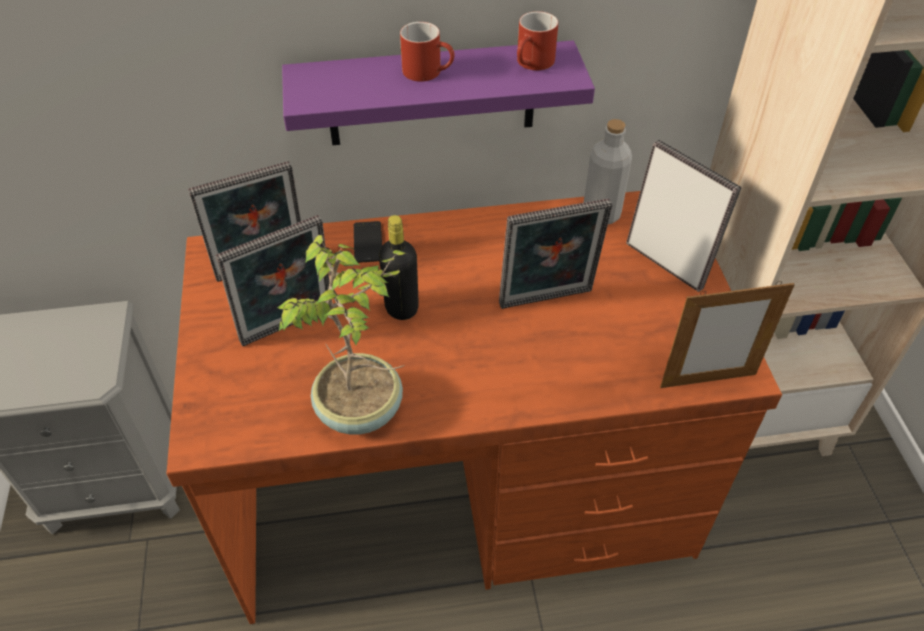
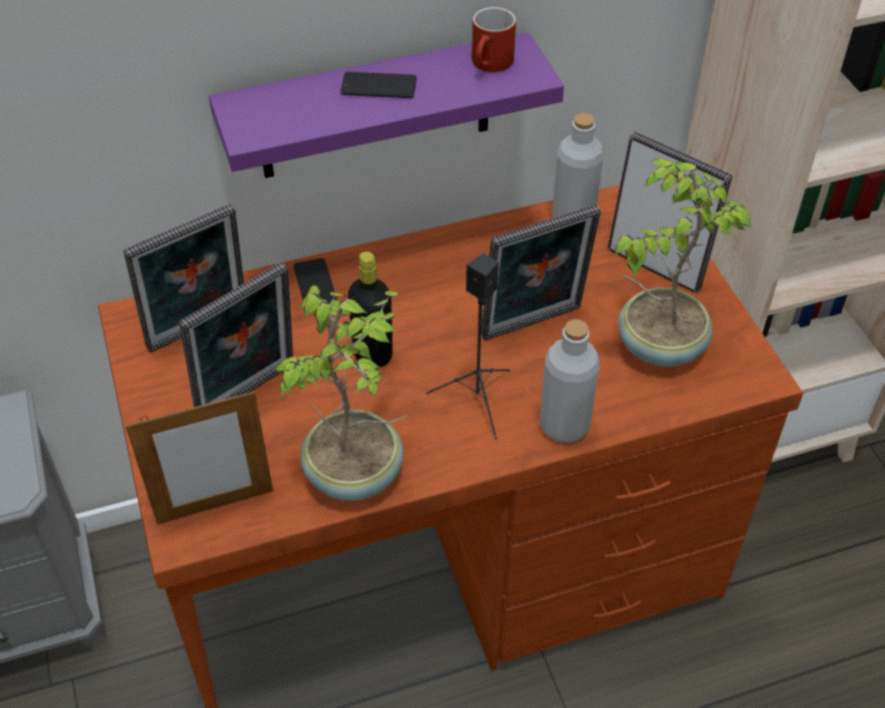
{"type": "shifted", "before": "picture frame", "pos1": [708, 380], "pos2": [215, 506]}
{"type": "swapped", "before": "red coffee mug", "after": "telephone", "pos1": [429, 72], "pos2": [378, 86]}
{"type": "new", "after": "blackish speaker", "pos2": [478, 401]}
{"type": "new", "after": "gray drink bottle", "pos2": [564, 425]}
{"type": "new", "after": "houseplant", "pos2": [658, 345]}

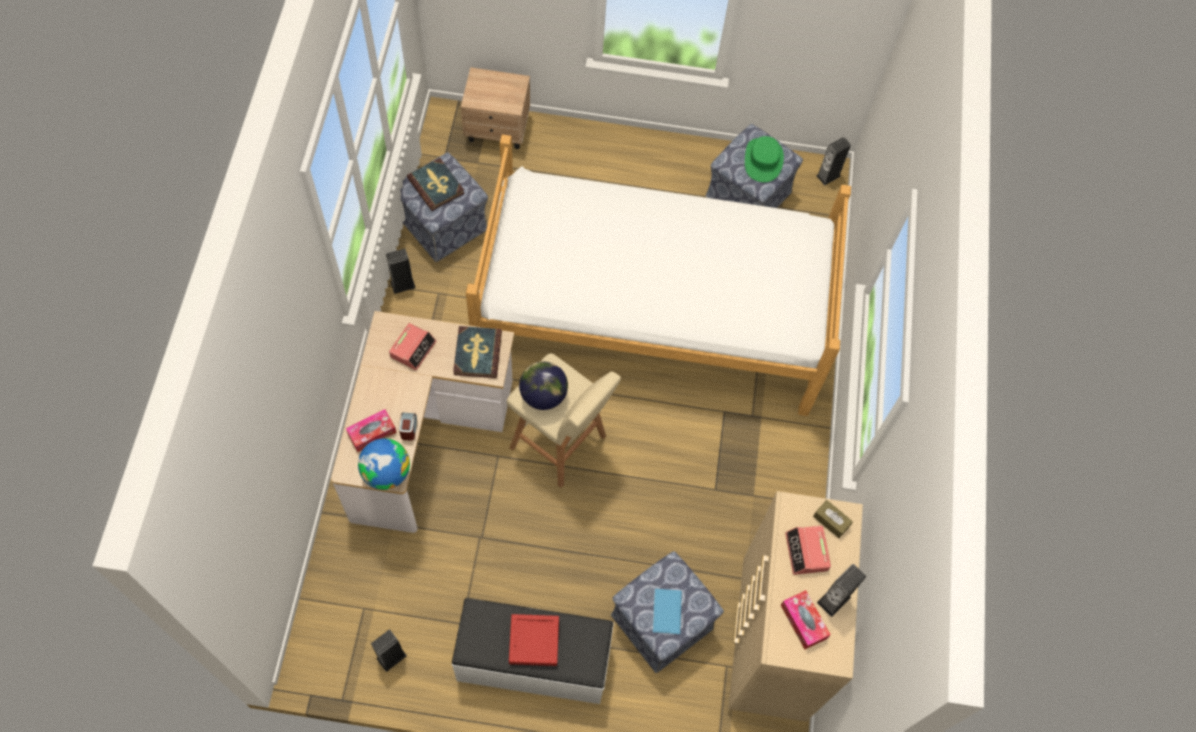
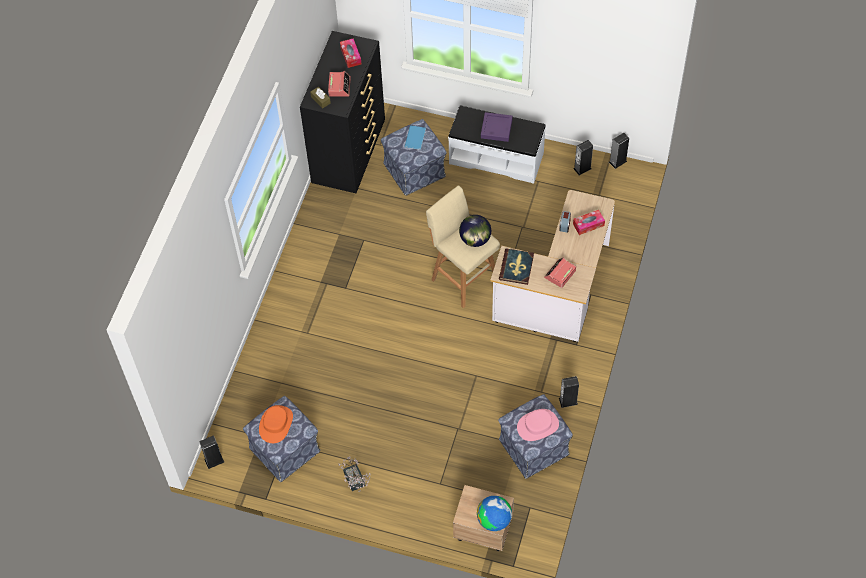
{"type": "repainted", "before": "greenish clothing hat", "after": "orange-coloured clothing hat", "pos1": [763, 160], "pos2": [276, 424]}
{"type": "repainted", "before": "sand-coloured chest of drawers", "after": "blackish chest of drawers", "pos1": [770, 641], "pos2": [350, 154]}
{"type": "new", "after": "houseplant", "pos2": [355, 482]}
{"type": "shifted", "before": "globe", "pos1": [386, 473], "pos2": [494, 520]}
{"type": "repainted", "before": "red tray", "after": "purplish tray", "pos1": [534, 641], "pos2": [496, 129]}
{"type": "swapped", "before": "bound book", "after": "pinkish clothing hat", "pos1": [436, 186], "pos2": [538, 426]}
{"type": "shifted", "before": "speaker", "pos1": [834, 599], "pos2": [617, 161]}
{"type": "gone", "before": "sleeping bed", "pos1": [651, 314]}

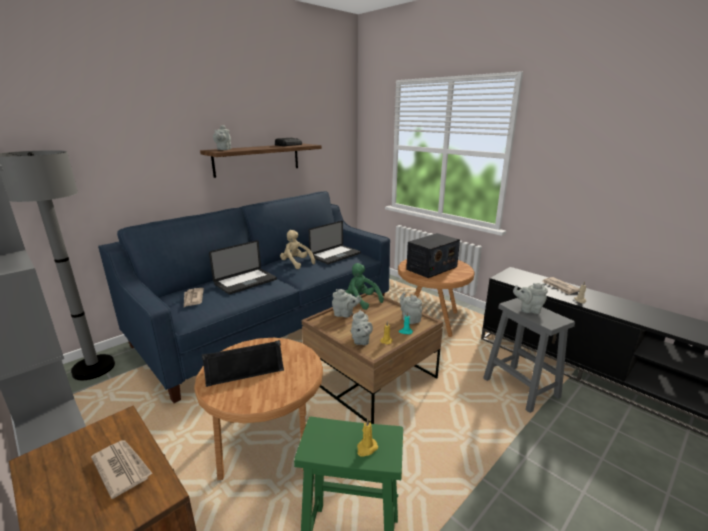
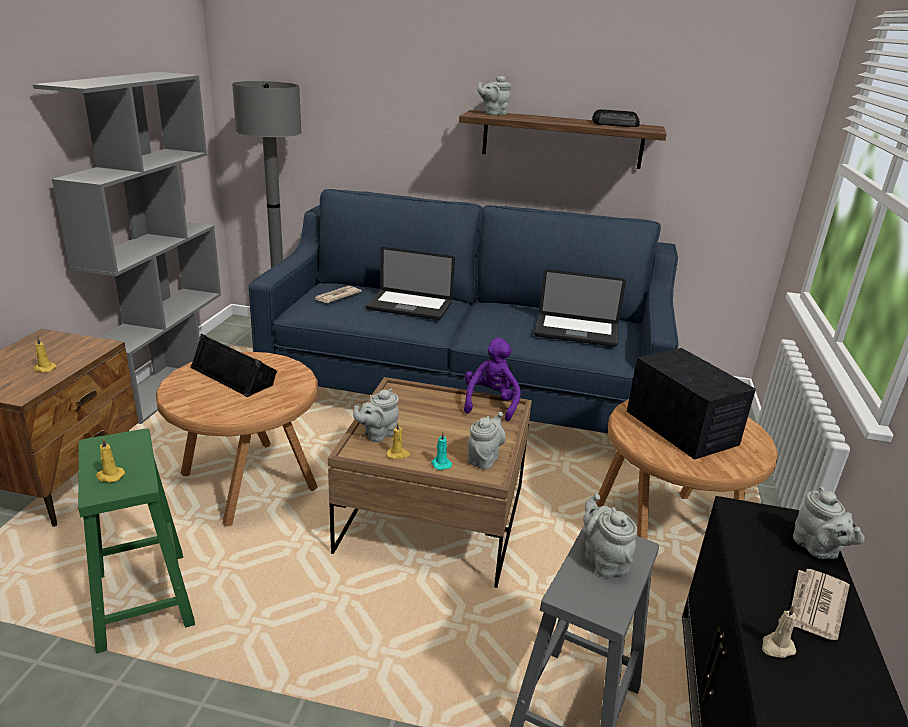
{"type": "swapped", "before": "newspaper", "after": "yellow wax light", "pos1": [122, 468], "pos2": [44, 369]}
{"type": "repainted", "before": "greenish cuddly toy", "after": "purplish cuddly toy", "pos1": [361, 301], "pos2": [490, 403]}
{"type": "rotated", "before": "radio set", "pos1": [431, 268], "pos2": [682, 428], "turn": -135}
{"type": "shifted", "before": "gray tea pot", "pos1": [345, 314], "pos2": [818, 549]}
{"type": "gone", "before": "sand-coloured cuddly toy", "pos1": [296, 263]}

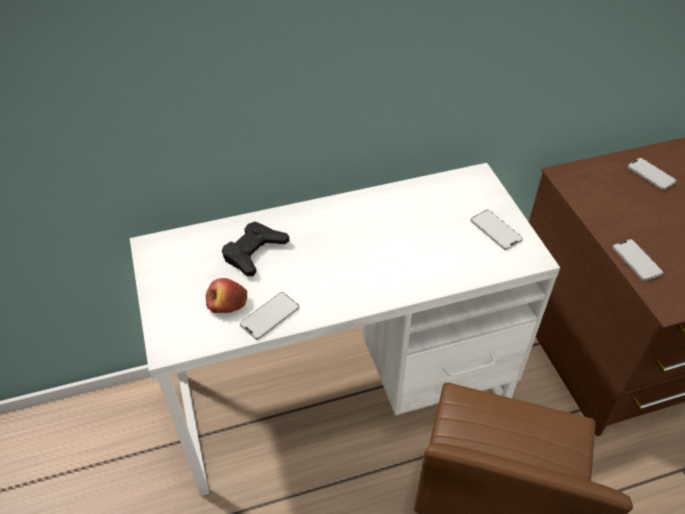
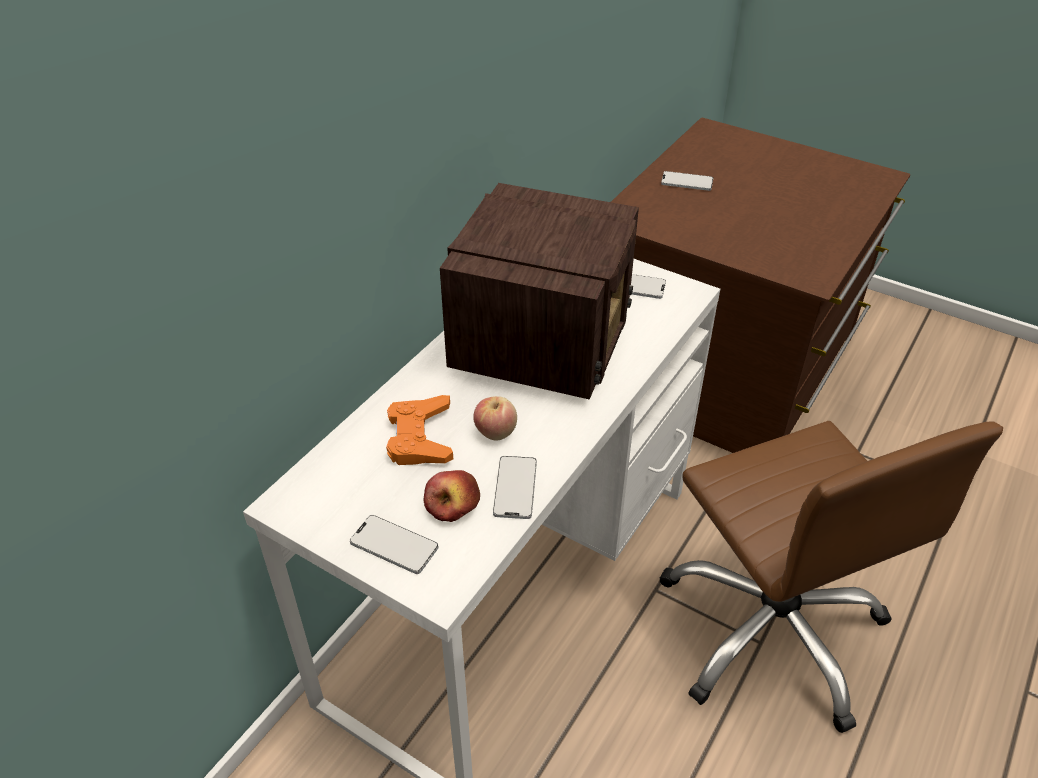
{"type": "shifted", "before": "telephone", "pos1": [636, 260], "pos2": [394, 545]}
{"type": "repainted", "before": "blackish joypad", "after": "orange-coloured joypad", "pos1": [254, 252], "pos2": [420, 437]}
{"type": "new", "after": "radio set", "pos2": [543, 341]}
{"type": "new", "after": "whole apple", "pos2": [495, 431]}

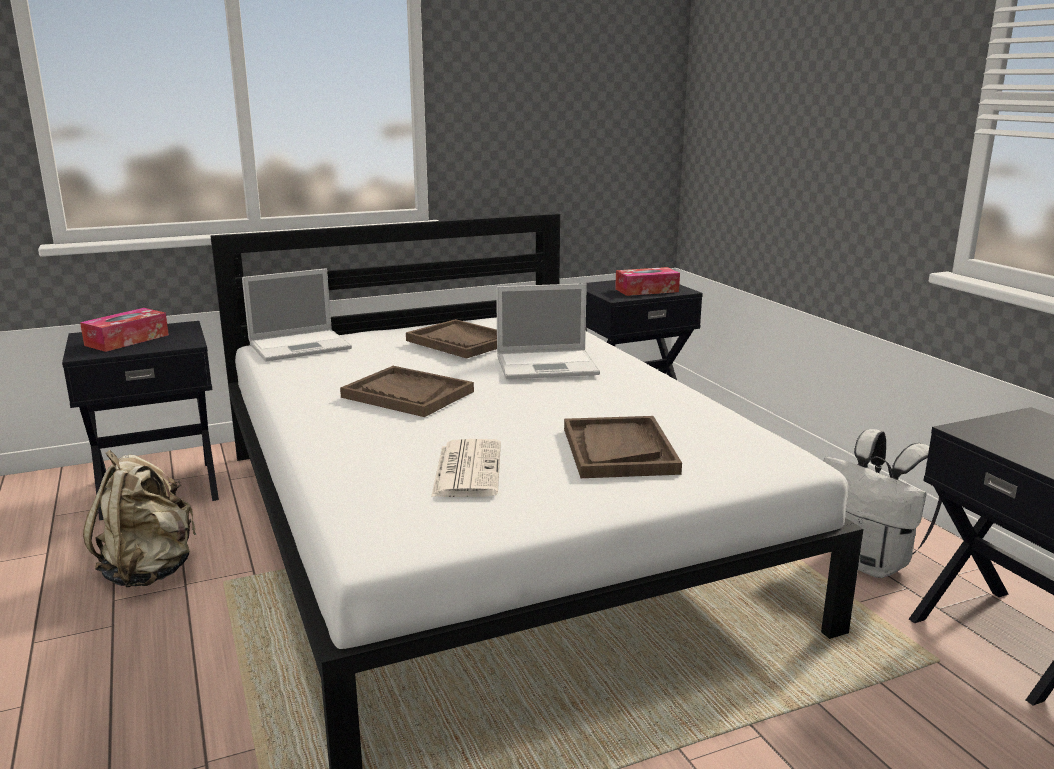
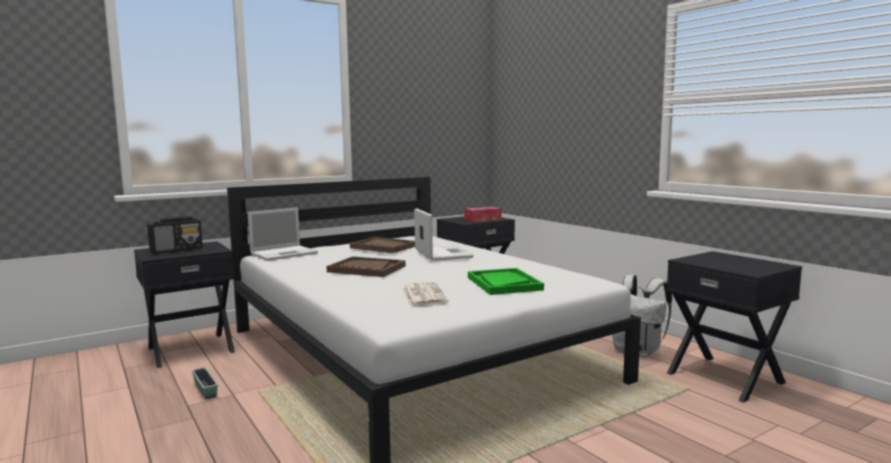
{"type": "swapped", "before": "tissue box", "after": "radio set", "pos1": [127, 340], "pos2": [177, 250]}
{"type": "swapped", "before": "sand-coloured knapsack", "after": "flower pot", "pos1": [150, 571], "pos2": [205, 389]}
{"type": "rotated", "before": "notebook computer", "pos1": [549, 365], "pos2": [442, 254], "turn": -90}
{"type": "repainted", "before": "brown tray", "after": "greenish tray", "pos1": [618, 450], "pos2": [503, 283]}

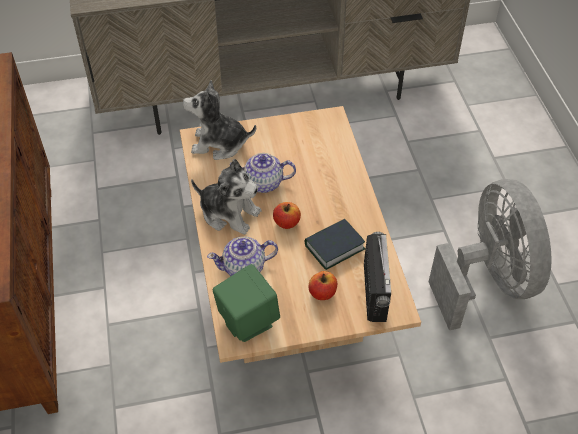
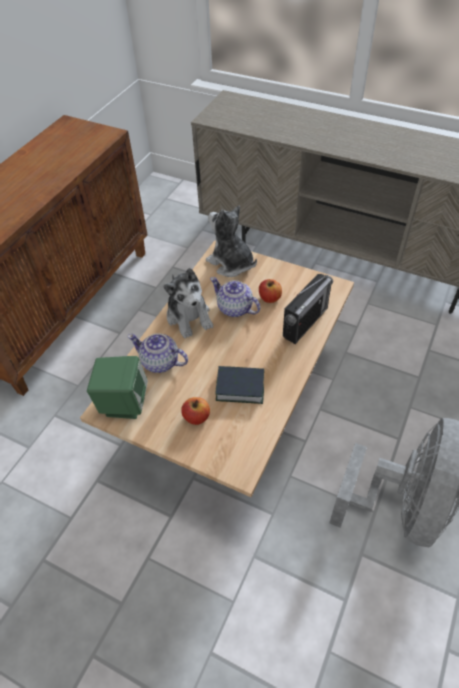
{"type": "shifted", "before": "whole apple", "pos1": [286, 222], "pos2": [269, 298]}
{"type": "shifted", "before": "radio set", "pos1": [374, 292], "pos2": [305, 322]}

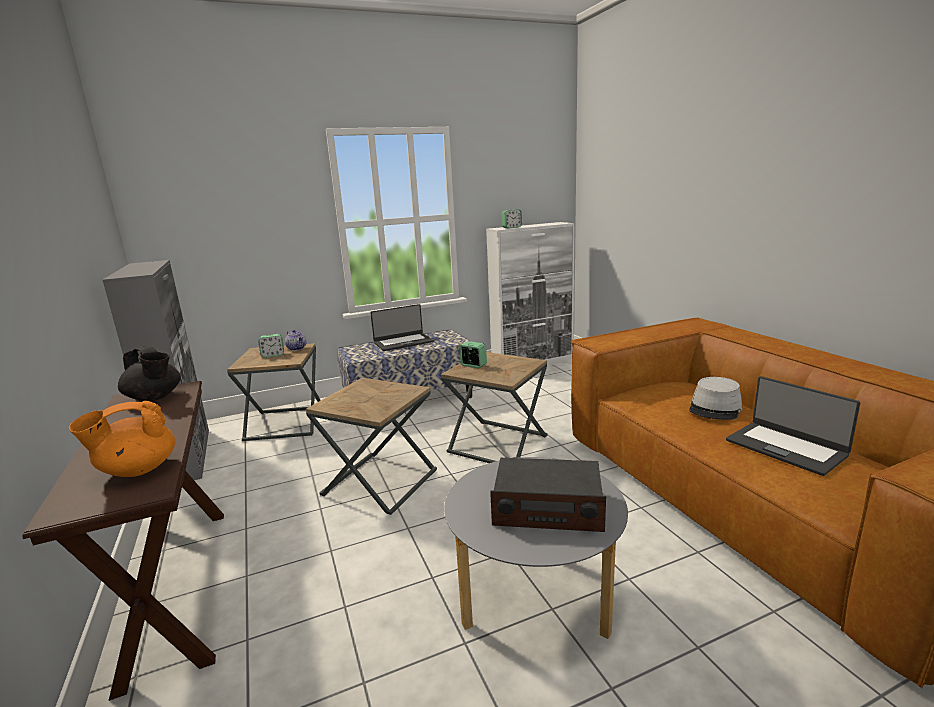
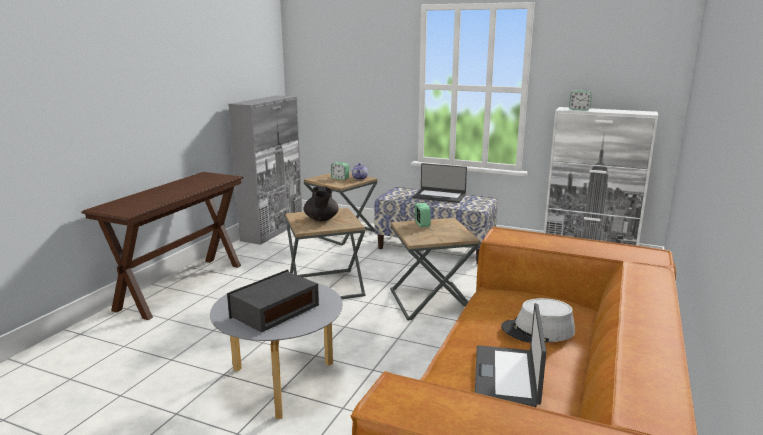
{"type": "rotated", "before": "radio set", "pos1": [547, 508], "pos2": [275, 311], "turn": 75}
{"type": "shifted", "before": "blackish tea pot", "pos1": [154, 398], "pos2": [321, 219]}
{"type": "gone", "before": "orange-coloured tea pot", "pos1": [137, 470]}

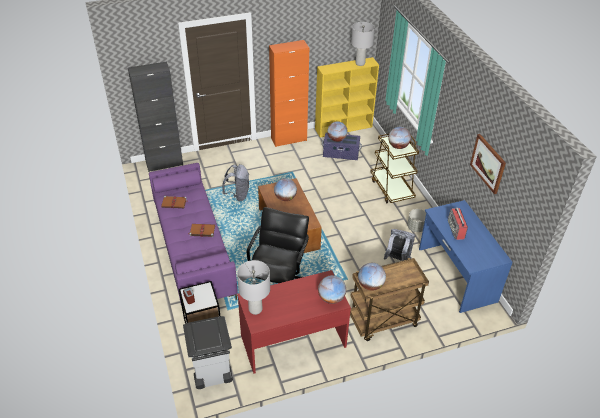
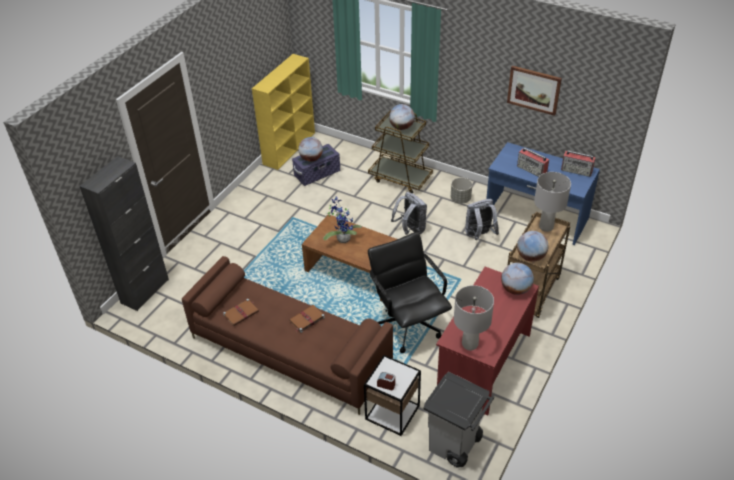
{"type": "repainted", "before": "purplish couch", "after": "brown couch", "pos1": [193, 249], "pos2": [289, 352]}
{"type": "swapped", "before": "globe", "after": "houseplant", "pos1": [285, 198], "pos2": [342, 238]}
{"type": "shifted", "before": "gray knapsack", "pos1": [238, 195], "pos2": [410, 229]}
{"type": "shifted", "before": "gray lamp for a table", "pos1": [360, 63], "pos2": [546, 227]}
{"type": "new", "after": "radio set", "pos2": [577, 171]}
{"type": "gone", "before": "orange-coloured cabinet", "pos1": [289, 139]}

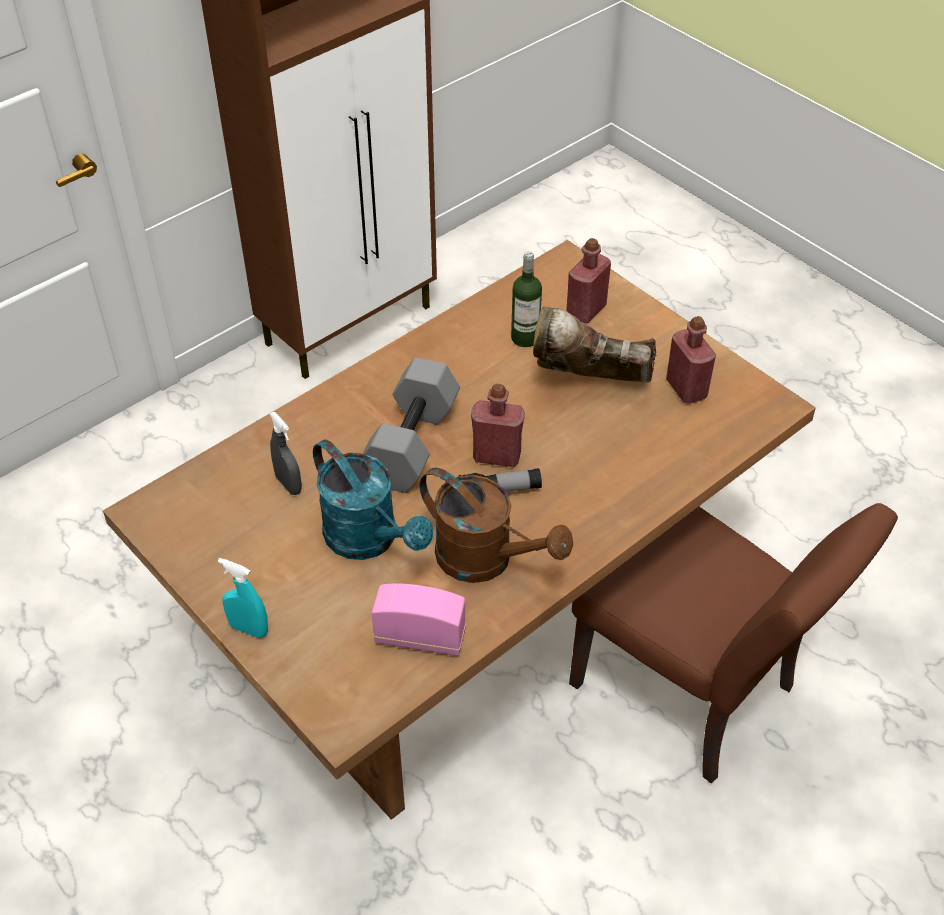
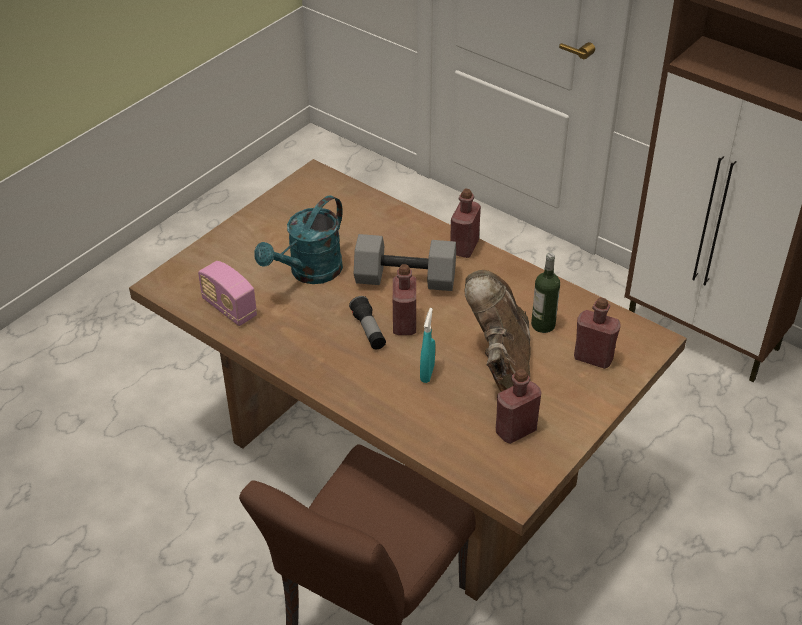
{"type": "rotated", "before": "radio set", "pos1": [420, 637], "pos2": [229, 308], "turn": 135}
{"type": "shifted", "before": "blue-green sprayer", "pos1": [249, 629], "pos2": [427, 373]}
{"type": "new", "after": "red drink bottle", "pos2": [464, 248]}
{"type": "gone", "before": "gray sprayer", "pos1": [288, 484]}
{"type": "gone", "before": "brown watering can", "pos1": [486, 560]}

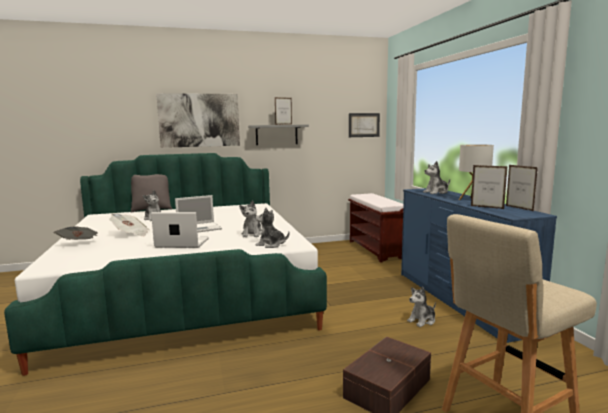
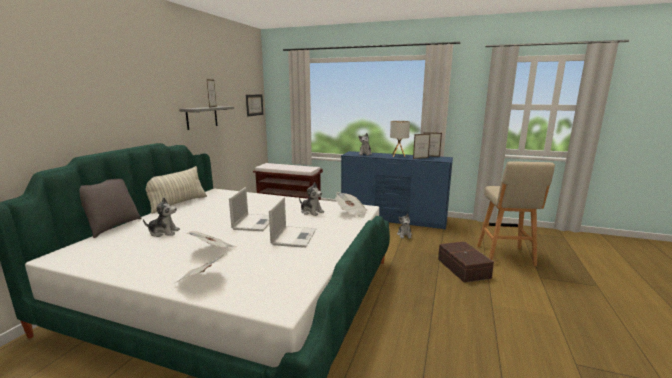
{"type": "new", "after": "throw pillow", "pos2": [178, 204]}
{"type": "rotated", "before": "notebook computer", "pos1": [181, 243], "pos2": [294, 236], "turn": 150}
{"type": "swapped", "before": "cuddly toy", "after": "newspaper", "pos1": [271, 245], "pos2": [351, 213]}
{"type": "gone", "before": "wall picture", "pos1": [199, 120]}

